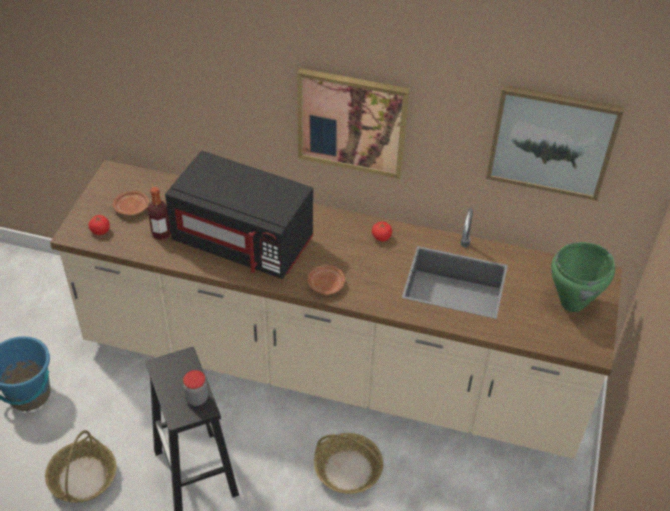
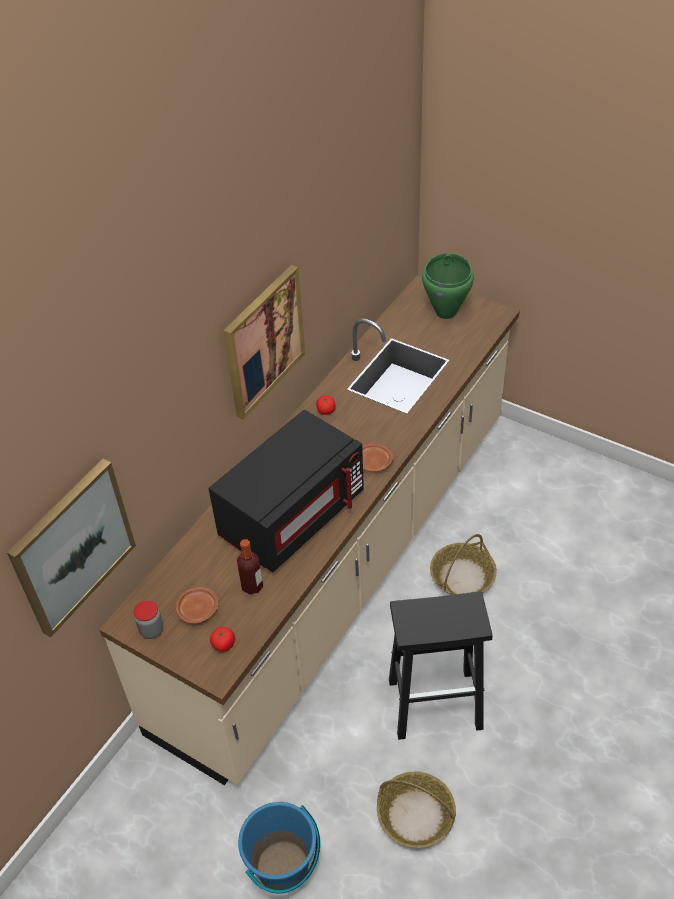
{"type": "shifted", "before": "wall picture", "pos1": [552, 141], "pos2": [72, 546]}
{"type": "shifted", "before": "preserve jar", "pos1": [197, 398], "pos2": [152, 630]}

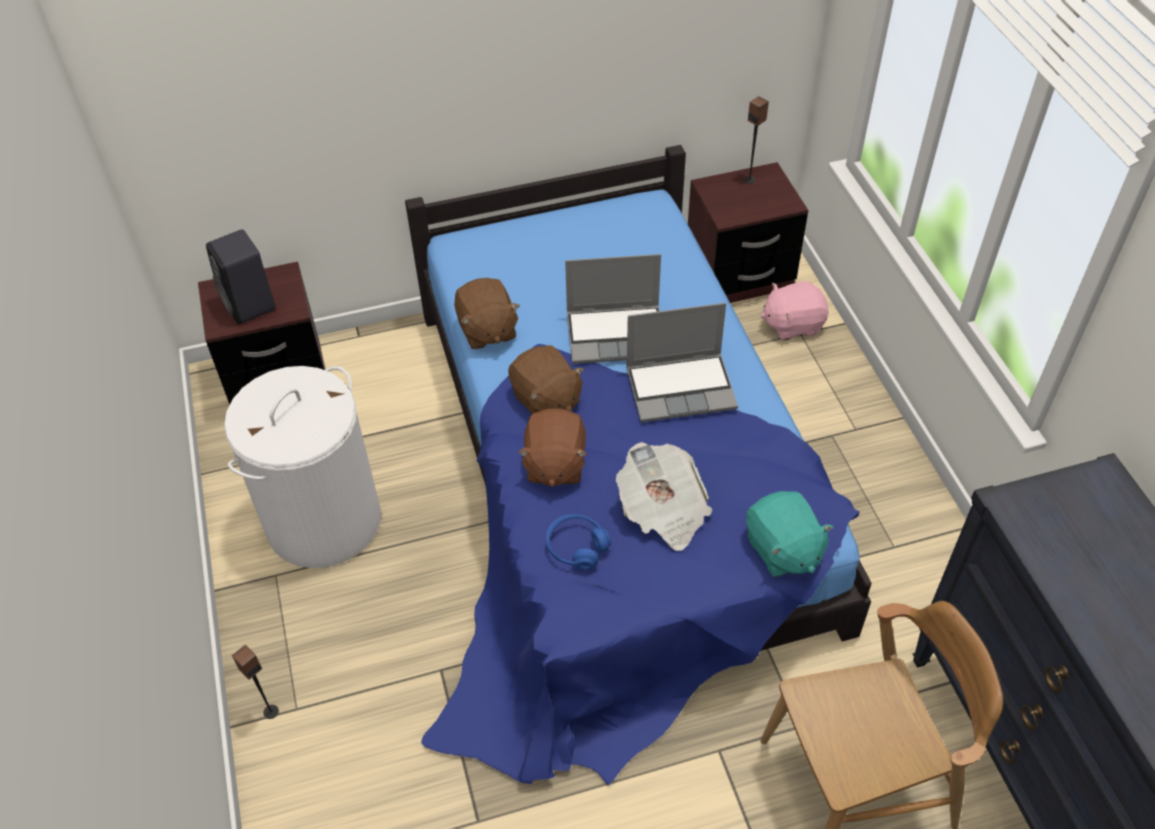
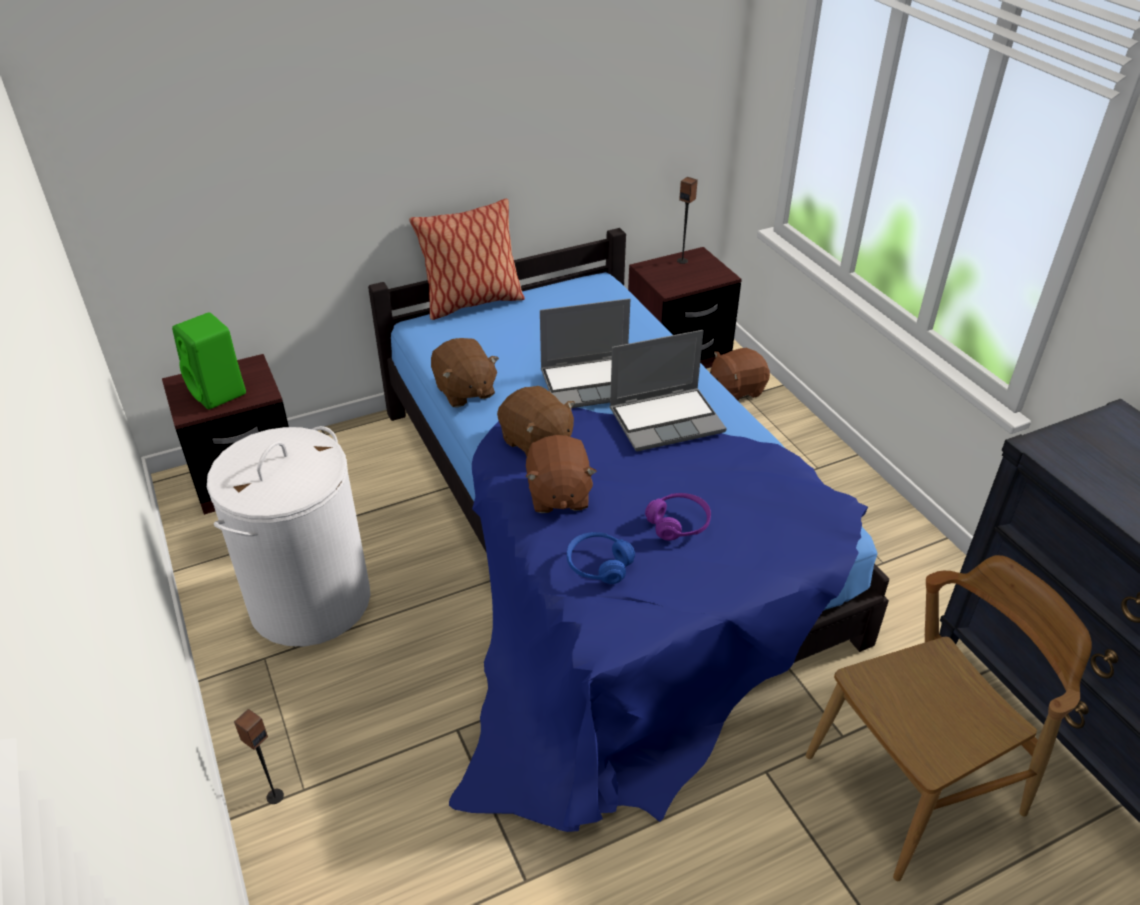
{"type": "repainted", "before": "blackish speaker", "after": "greenish speaker", "pos1": [250, 305], "pos2": [219, 393]}
{"type": "new", "after": "throw pillow", "pos2": [472, 303]}
{"type": "swapped", "before": "newspaper", "after": "purplish headphones", "pos1": [663, 511], "pos2": [678, 524]}
{"type": "repainted", "before": "pinkish cuddly toy", "after": "brown cuddly toy", "pos1": [792, 324], "pos2": [736, 389]}
{"type": "gone", "before": "blue-green cuddly toy", "pos1": [782, 550]}

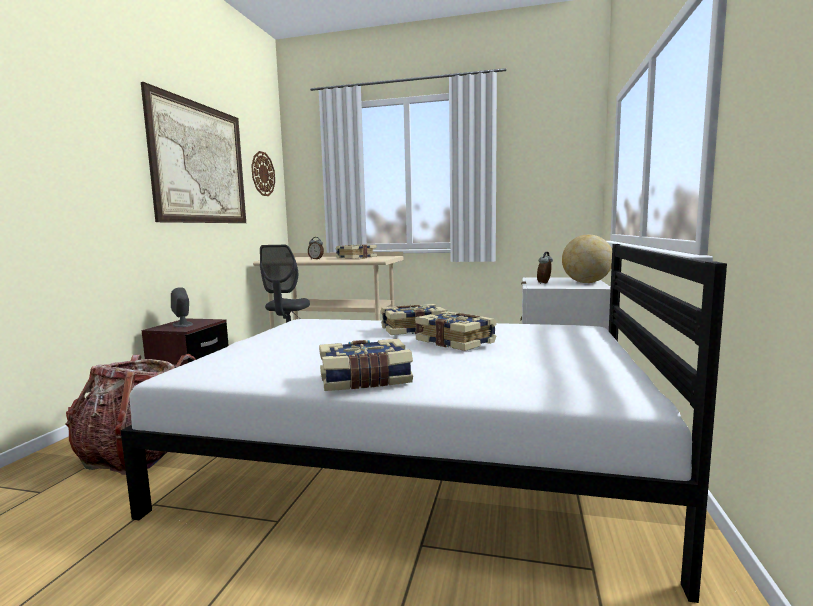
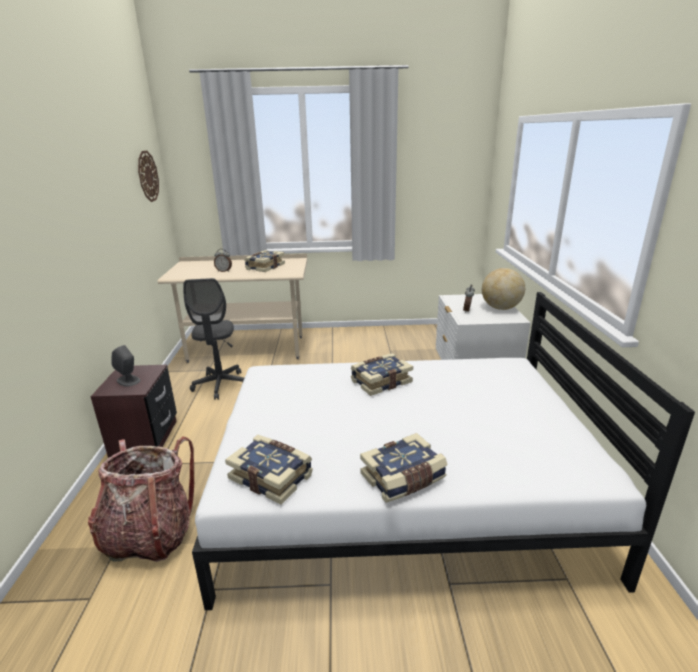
{"type": "shifted", "before": "bound book", "pos1": [456, 342], "pos2": [272, 476]}
{"type": "gone", "before": "wall picture", "pos1": [200, 164]}

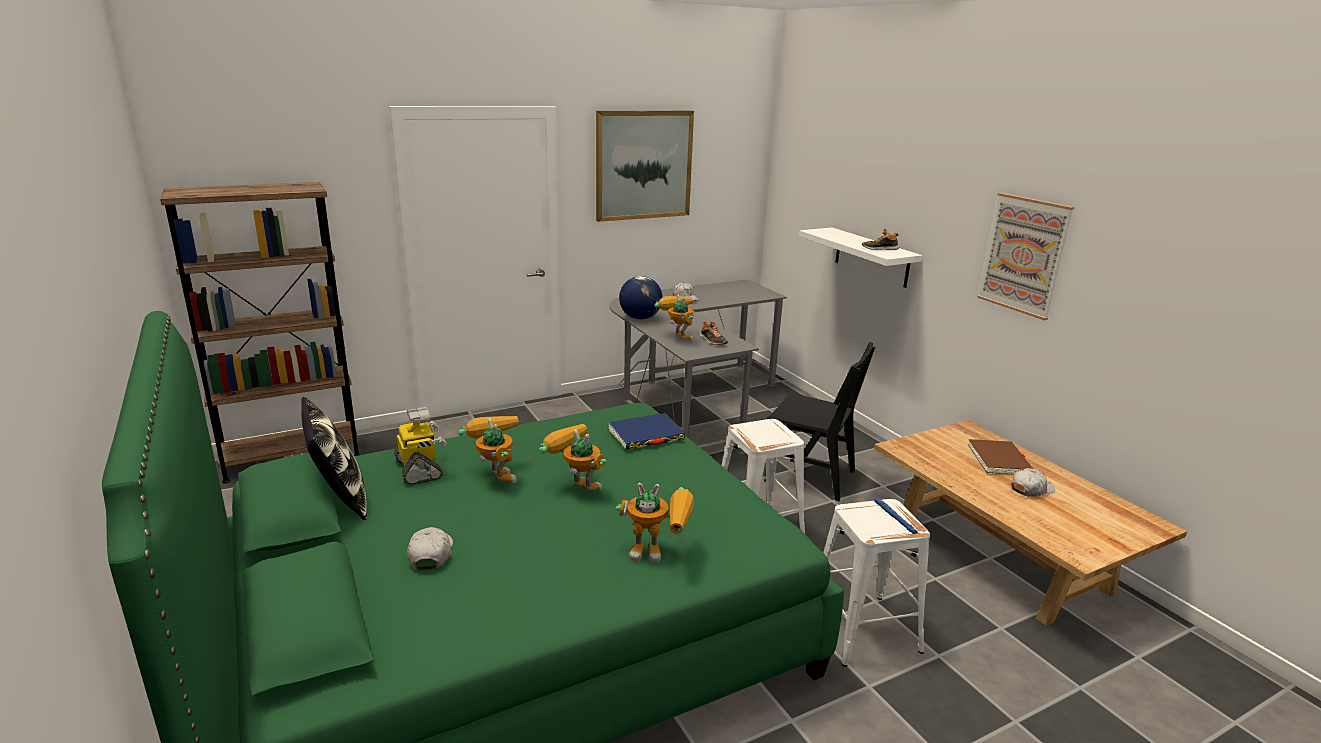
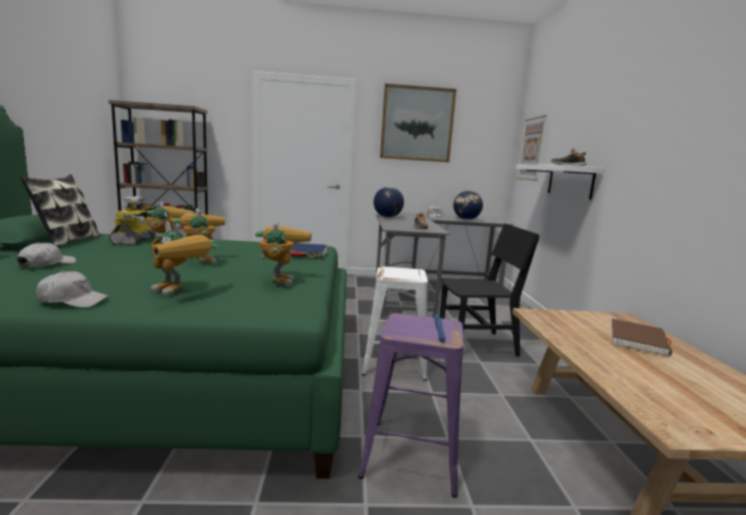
{"type": "shifted", "before": "white cap", "pos1": [1031, 489], "pos2": [73, 300]}
{"type": "shifted", "before": "robot figure", "pos1": [676, 337], "pos2": [279, 280]}
{"type": "repainted", "before": "white sitting stool", "after": "purplish sitting stool", "pos1": [862, 628], "pos2": [411, 454]}
{"type": "rotated", "before": "blackish upright chair", "pos1": [810, 476], "pos2": [477, 344], "turn": -60}
{"type": "new", "after": "globe", "pos2": [466, 219]}
{"type": "shifted", "before": "wall picture", "pos1": [1024, 255], "pos2": [532, 149]}

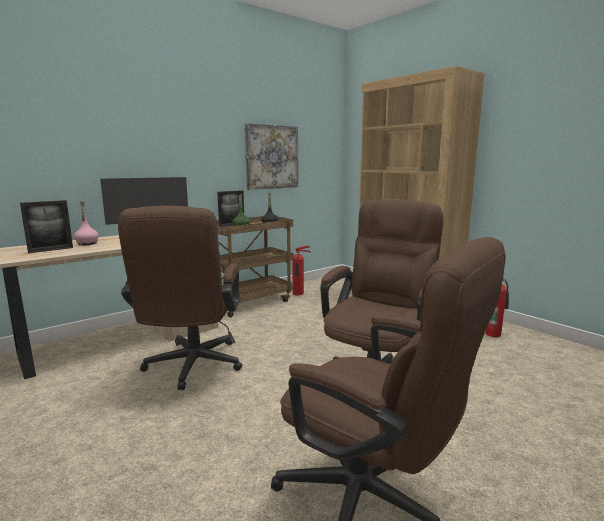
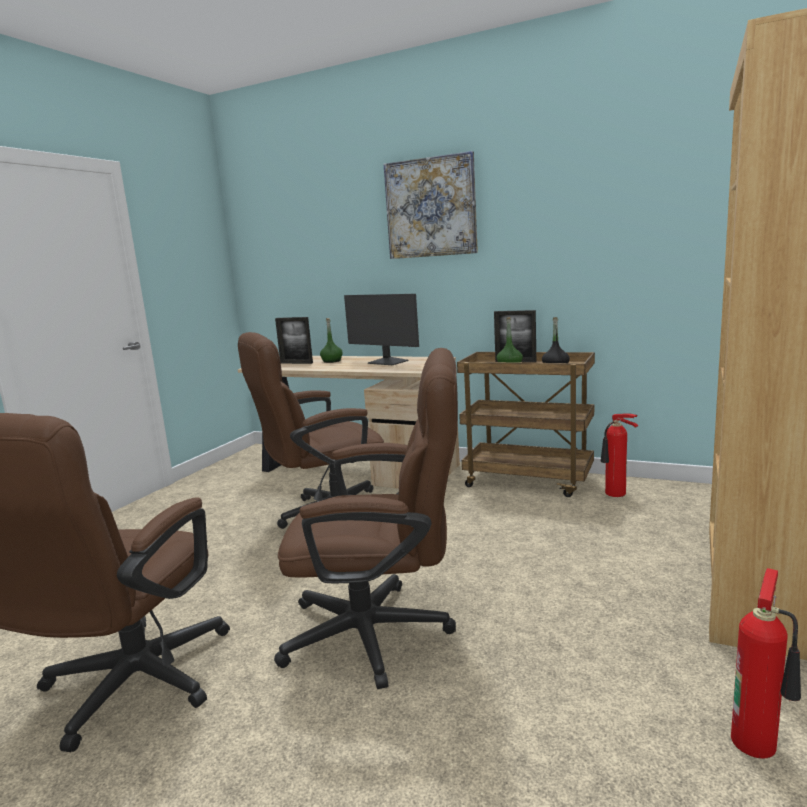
{"type": "repainted", "before": "pinkish drink bottle", "after": "greenish drink bottle", "pos1": [87, 243], "pos2": [332, 361]}
{"type": "shifted", "before": "wall picture", "pos1": [271, 157], "pos2": [431, 207]}

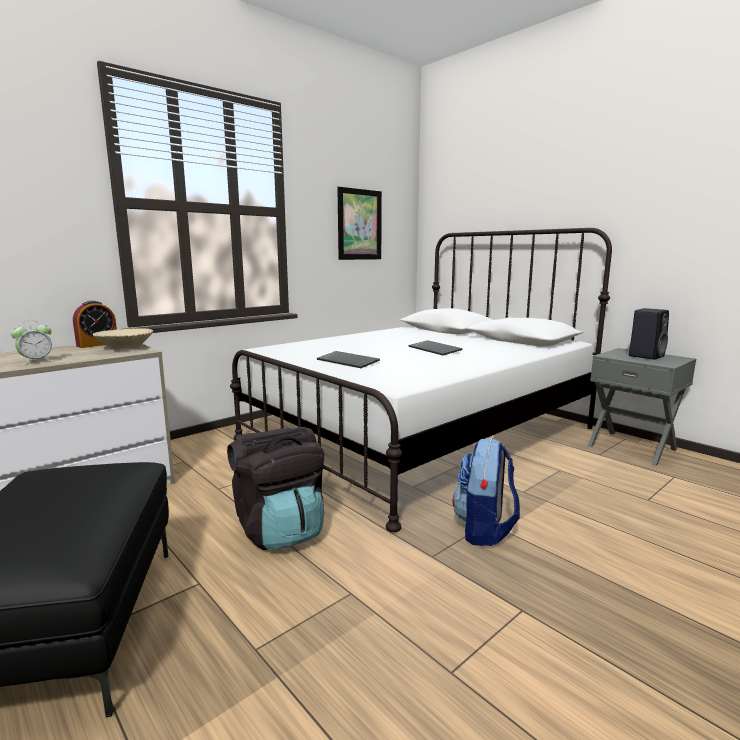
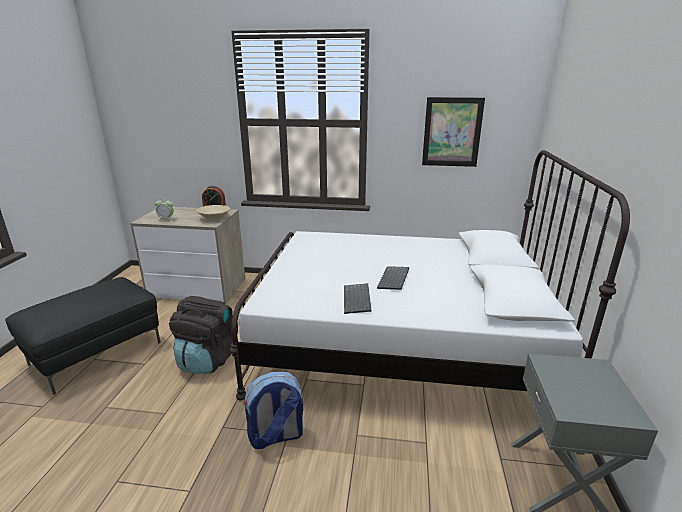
{"type": "shifted", "before": "computer keyboard", "pos1": [349, 361], "pos2": [358, 300]}
{"type": "gone", "before": "blackish speaker", "pos1": [646, 356]}

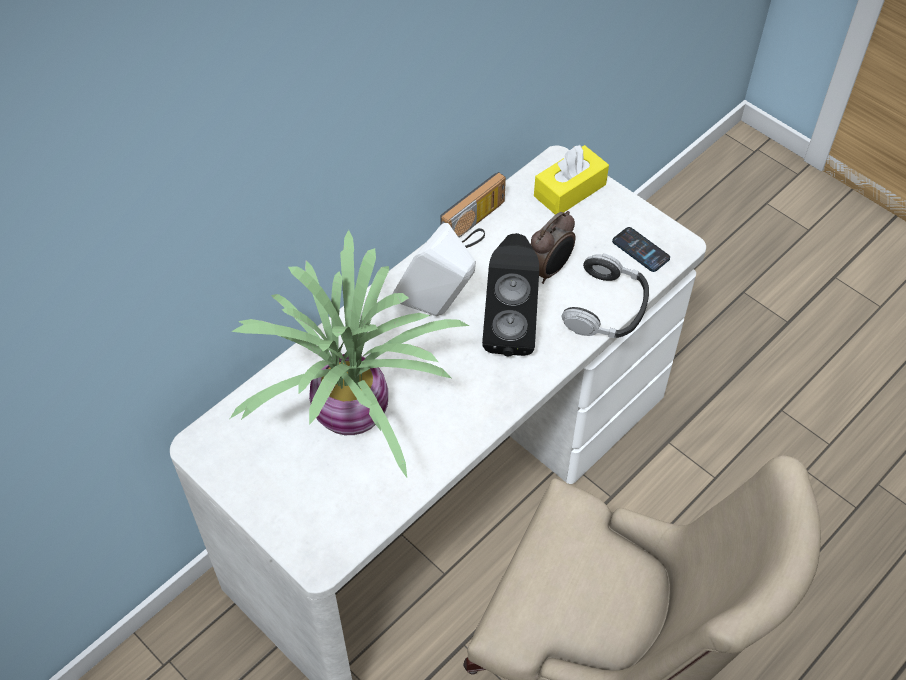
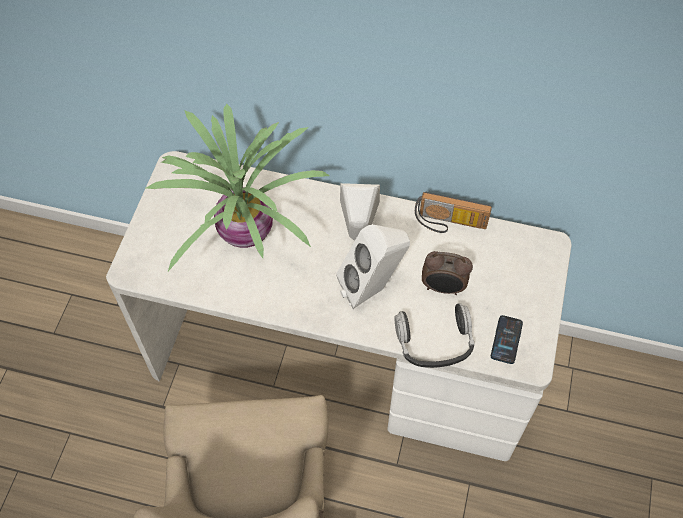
{"type": "repainted", "before": "blackish speaker", "after": "white speaker", "pos1": [510, 329], "pos2": [372, 288]}
{"type": "gone", "before": "yellow tissue box", "pos1": [569, 190]}

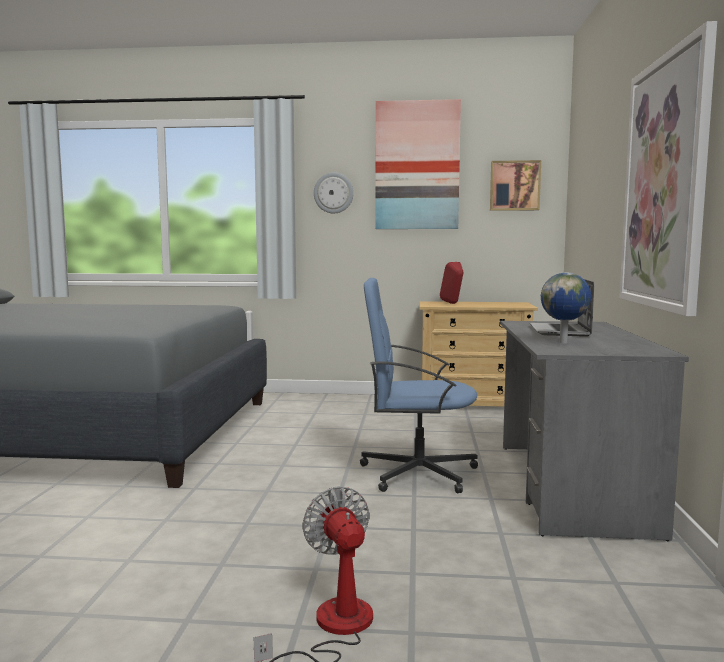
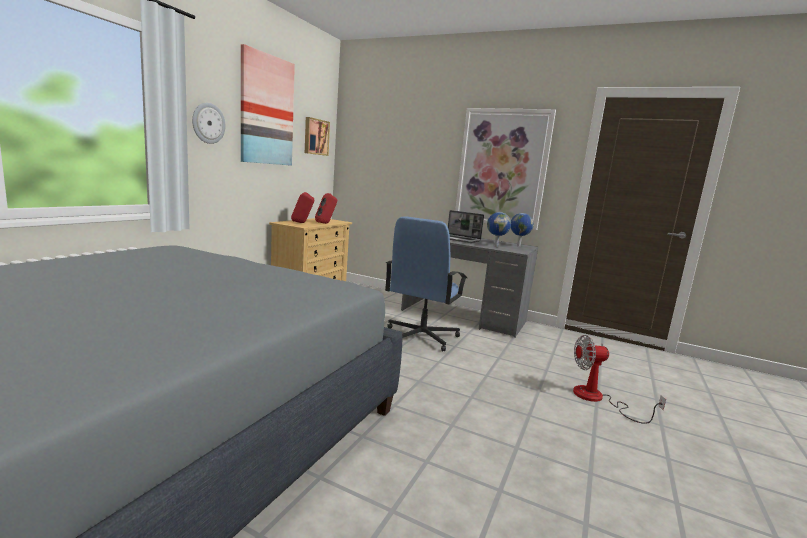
{"type": "new", "after": "red speaker", "pos2": [326, 223]}
{"type": "new", "after": "globe", "pos2": [518, 246]}

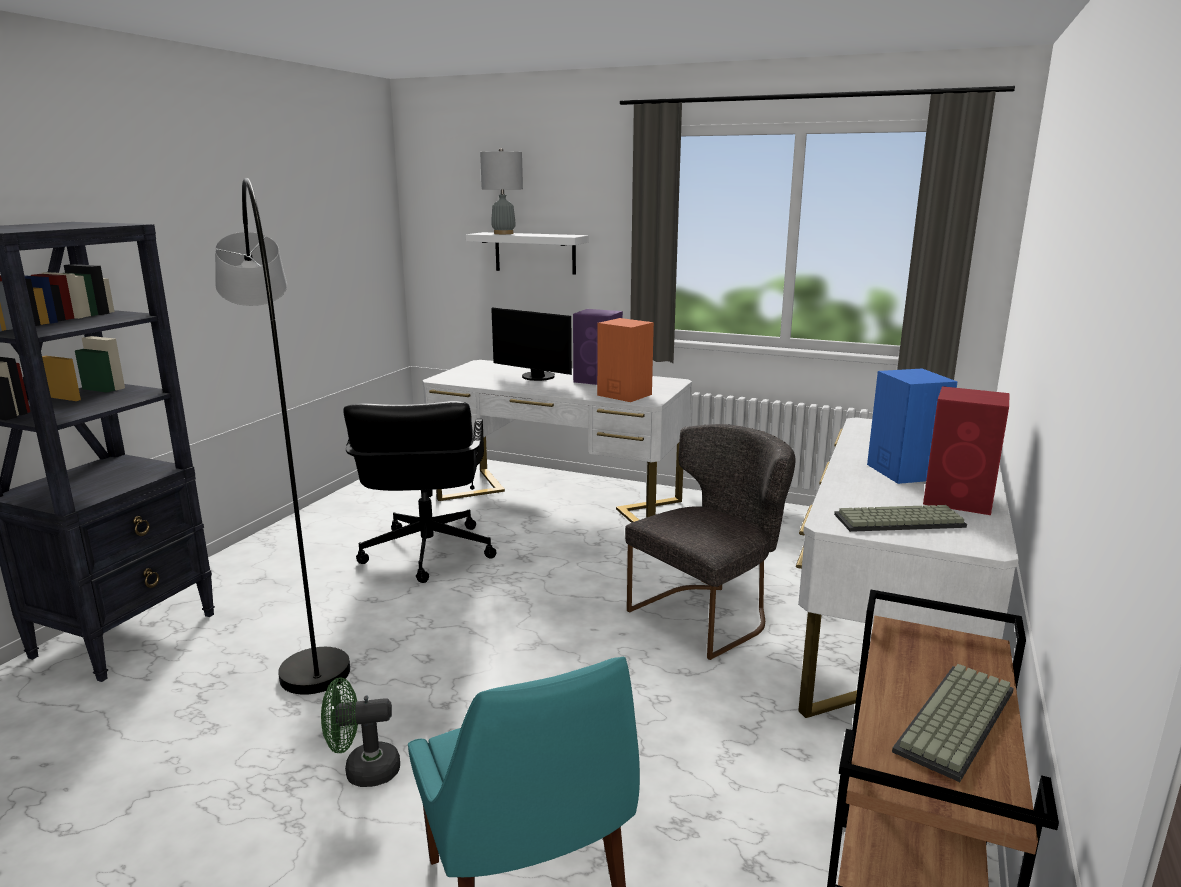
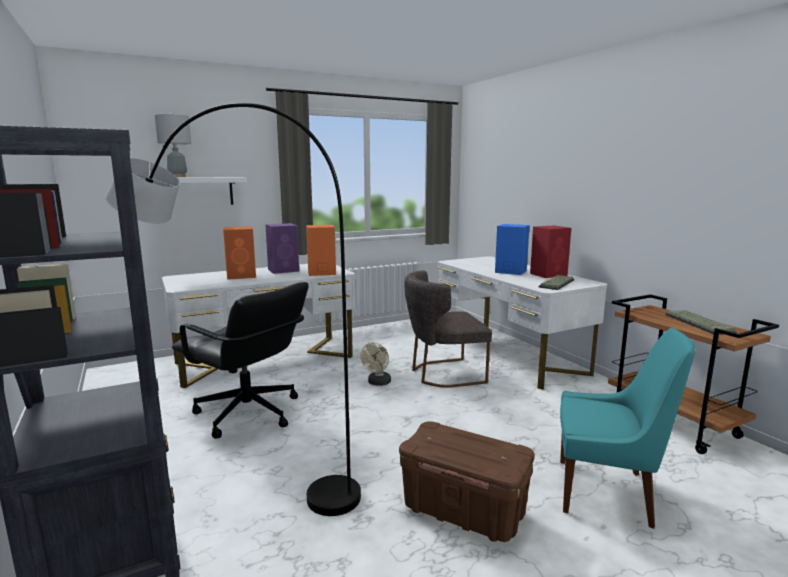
{"type": "swapped", "before": "monitor", "after": "orange-coloured speaker", "pos1": [536, 377], "pos2": [242, 276]}
{"type": "new", "after": "sand-coloured cooling fan", "pos2": [377, 383]}
{"type": "swapped", "before": "greenish cooling fan", "after": "brown storage bin", "pos1": [363, 771], "pos2": [464, 511]}
{"type": "rotated", "before": "gray upright chair", "pos1": [709, 614], "pos2": [442, 374], "turn": -105}

